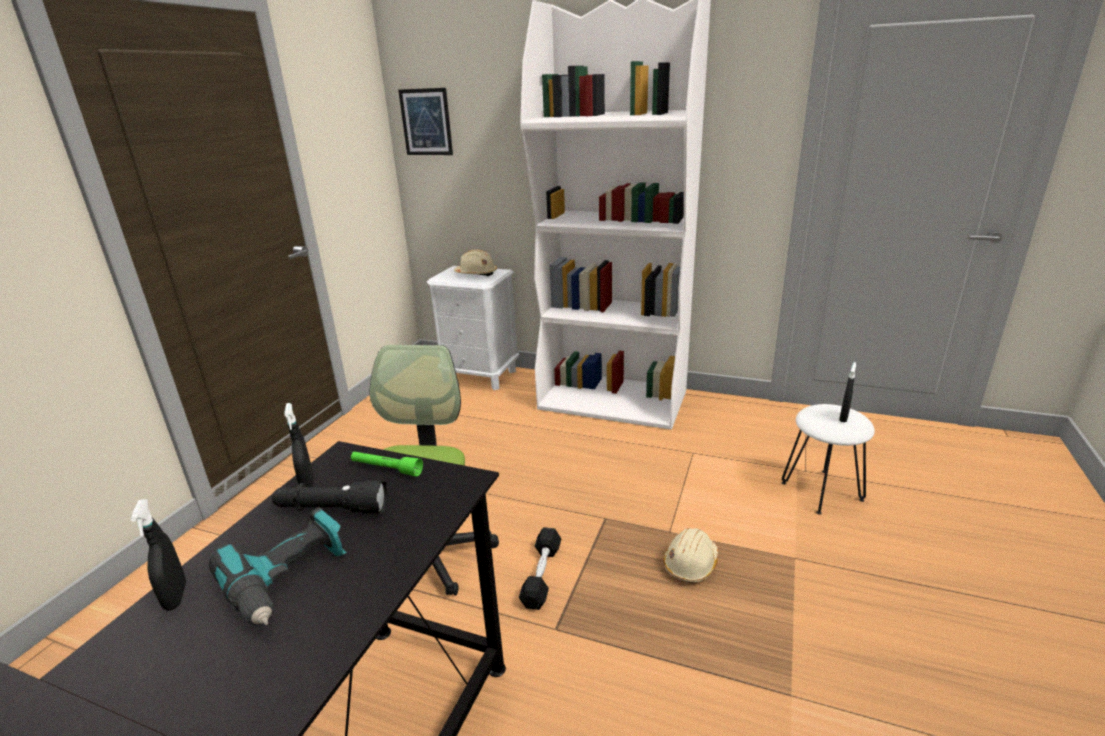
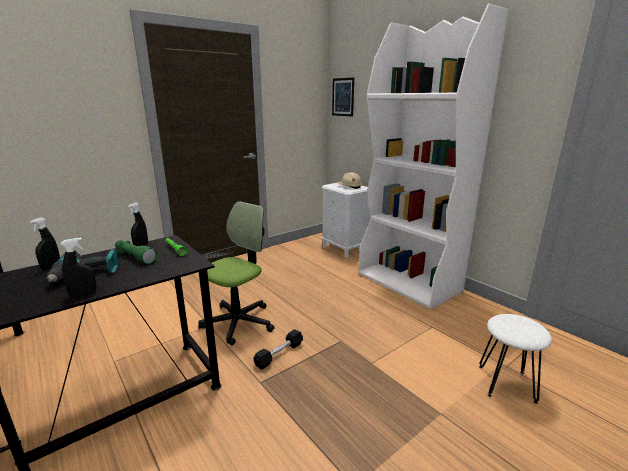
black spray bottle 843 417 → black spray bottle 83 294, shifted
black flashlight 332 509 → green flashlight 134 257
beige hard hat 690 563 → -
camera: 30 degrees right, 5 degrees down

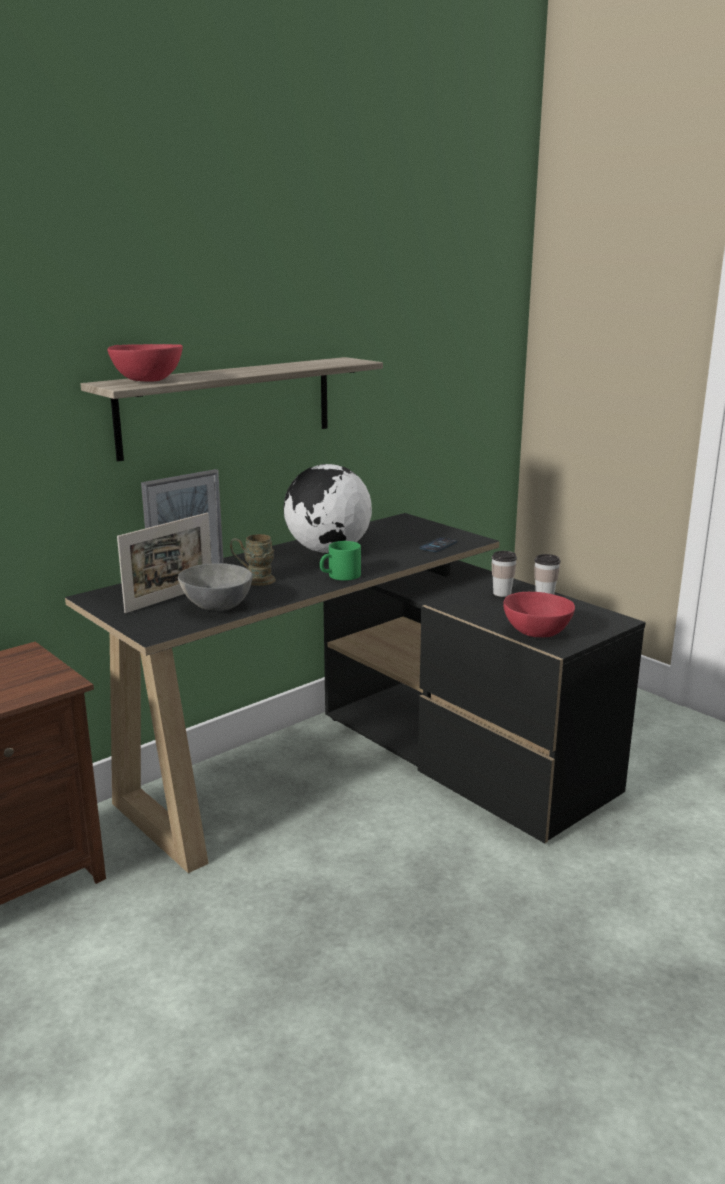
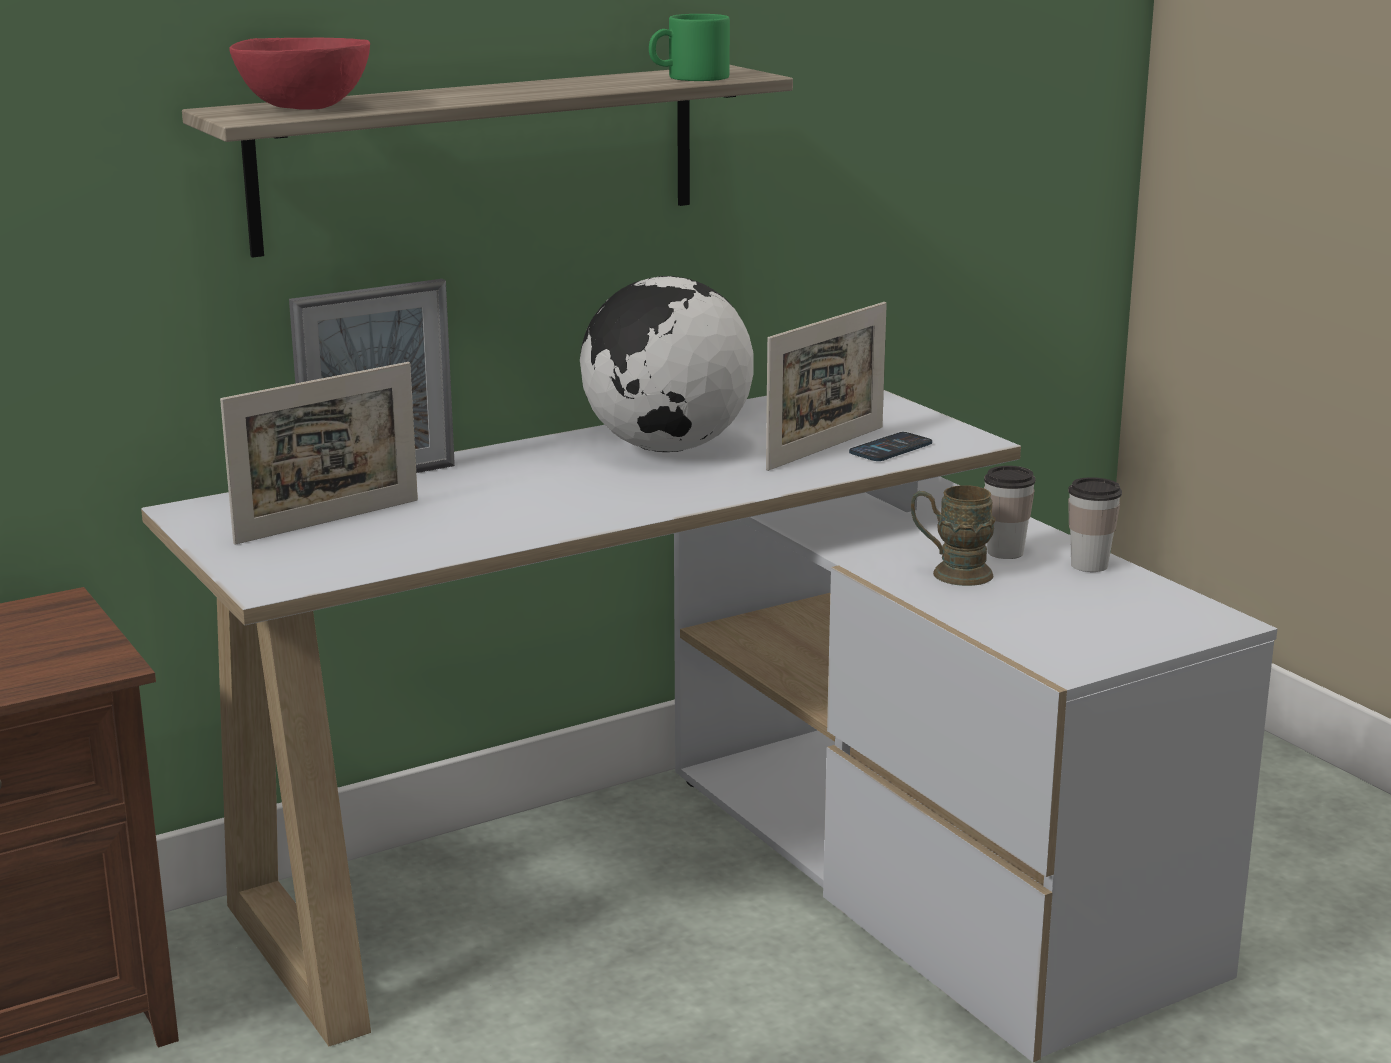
black desk 365 771 → white desk 721 888
brown mug 253 580 → brown mug 950 573, shifted
green mug 340 576 → green mug 689 78, shifted
grey bowl 216 606 → -
red bowl 535 632 → -
- → picture frame 826 448
camera: 10 degrees right, 0 degrees up

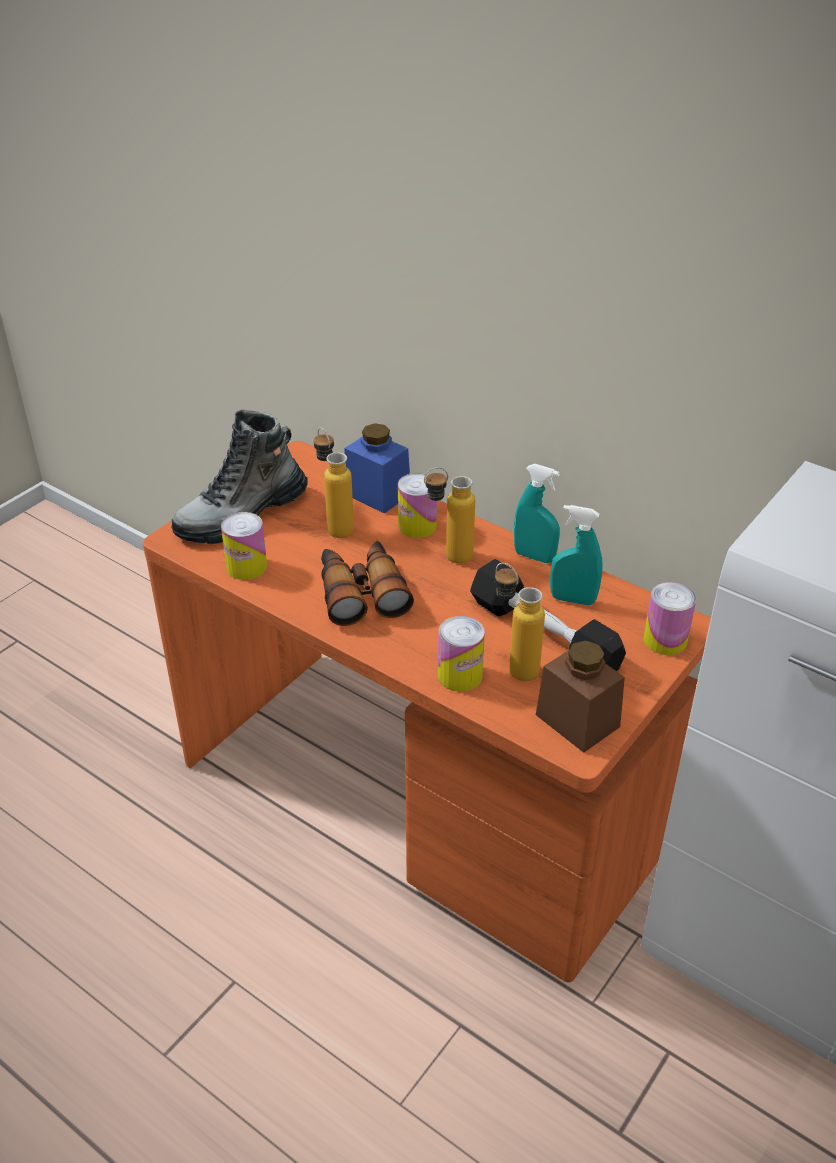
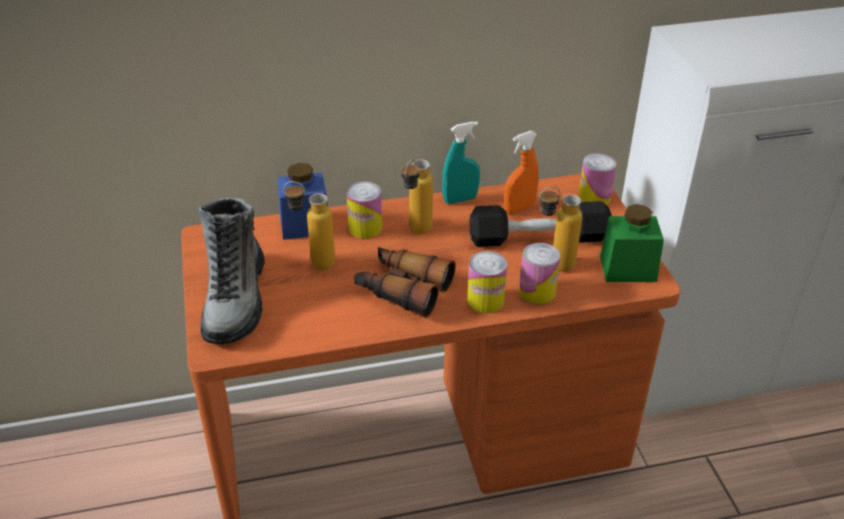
turquoise spray bottle 573 599 → orange spray bottle 519 209
can 246 567 → can 485 300, shifted
brown jar 577 720 → green jar 628 268
camera: 50 degrees left, 0 degrees up

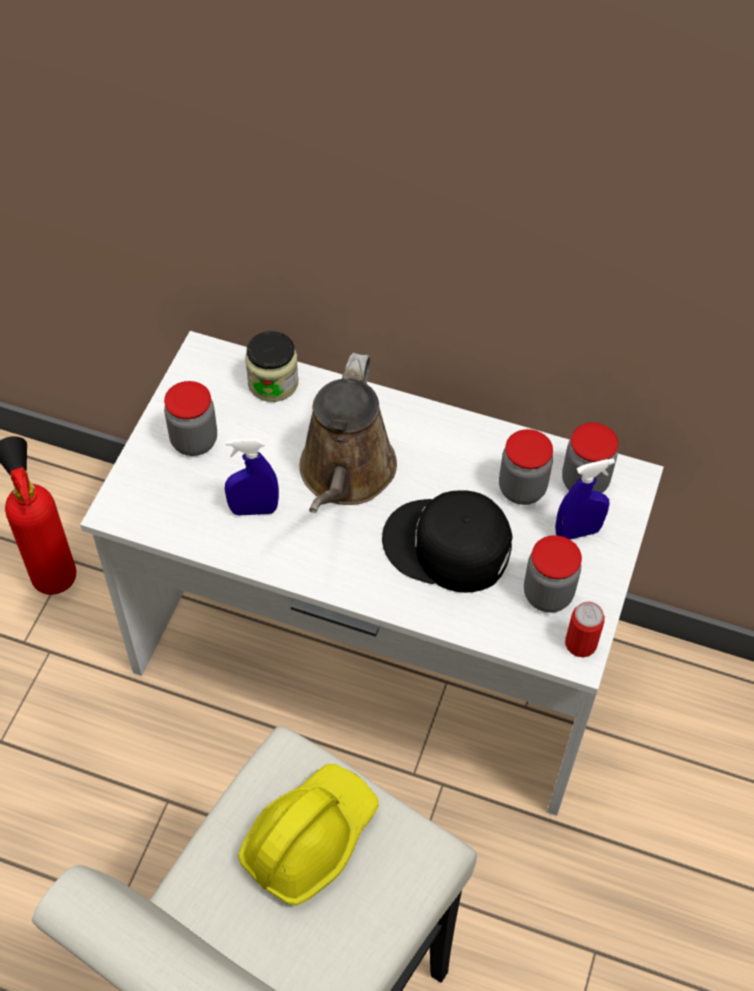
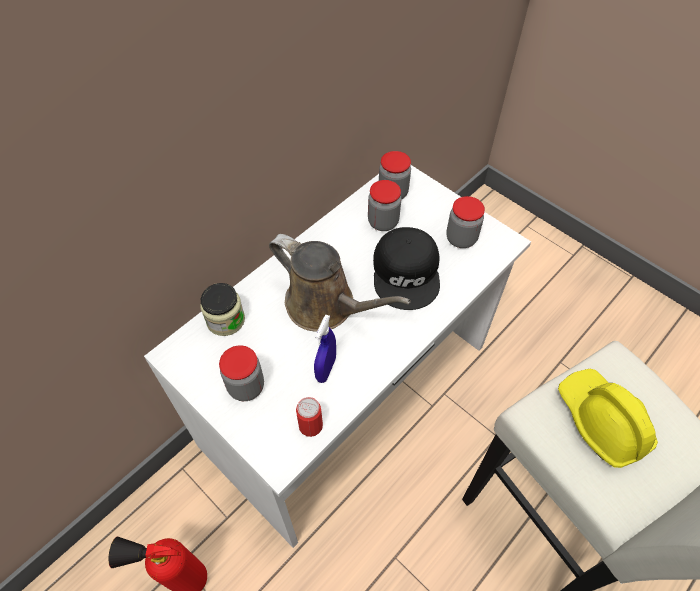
blue spray bottle 577 532 → -
black cap 447 547 → black cap 407 273, 45 degrees counterclockwise
can 580 644 → can 310 425, shifted
camera: 65 degrees left, 0 degrees up

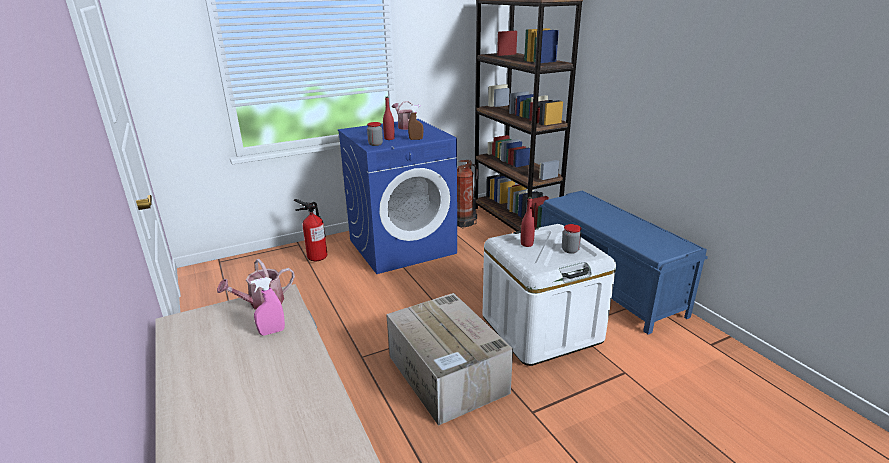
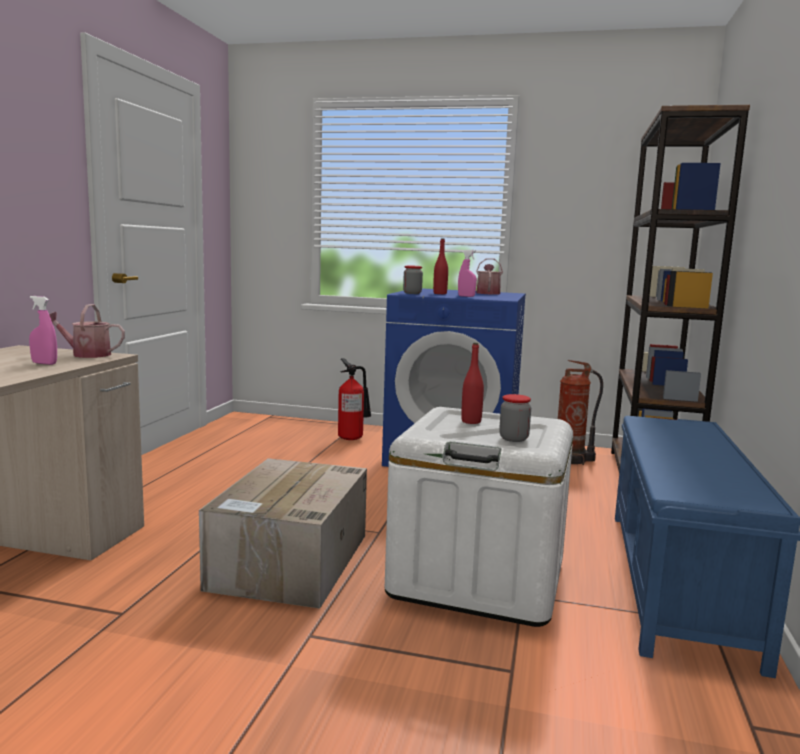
brown spray bottle 416 139 → pink spray bottle 466 296
camera: 40 degrees right, 15 degrees down

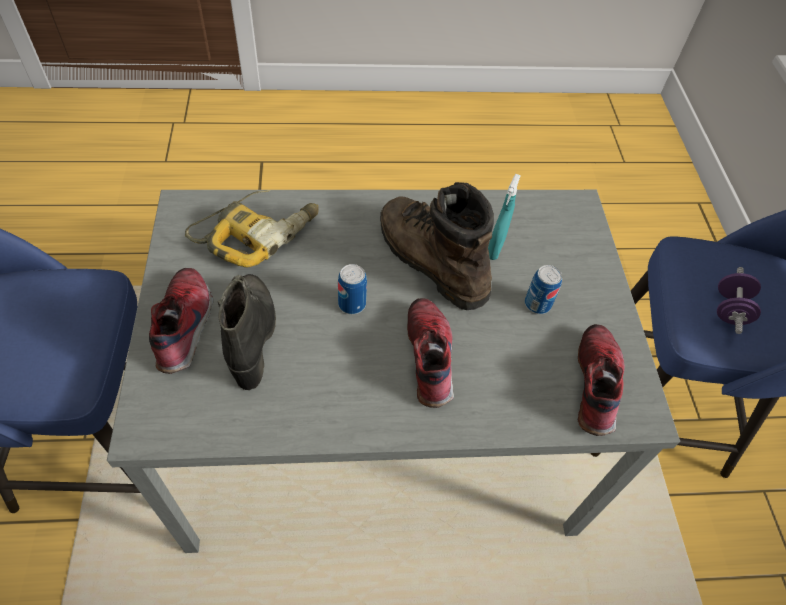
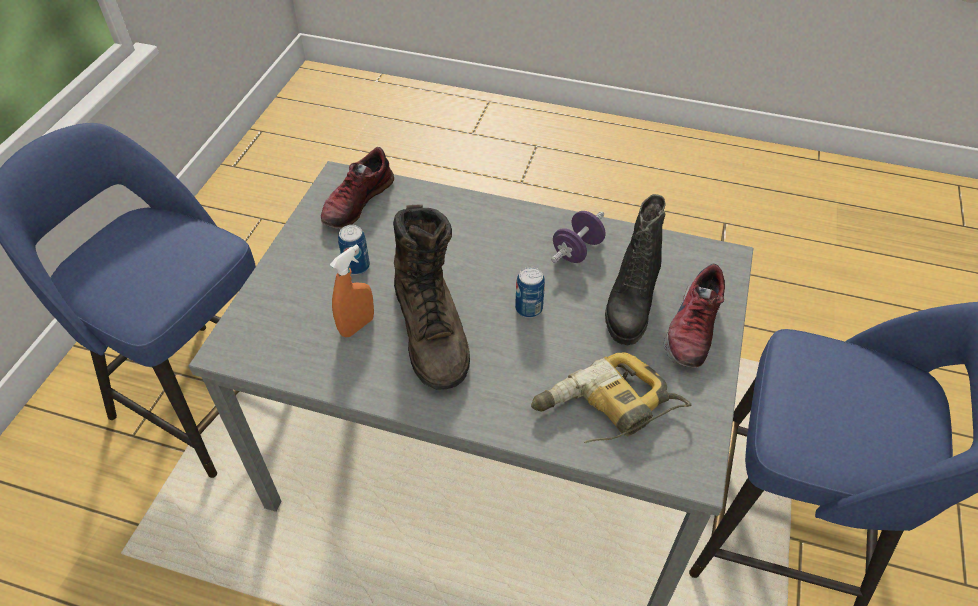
turquoise spray bottle 495 248 → orange spray bottle 357 326
purple dumbbell 729 310 → purple dumbbell 577 250, shifted
shoe 431 357 → -
camera: 155 degrees left, 5 degrees down

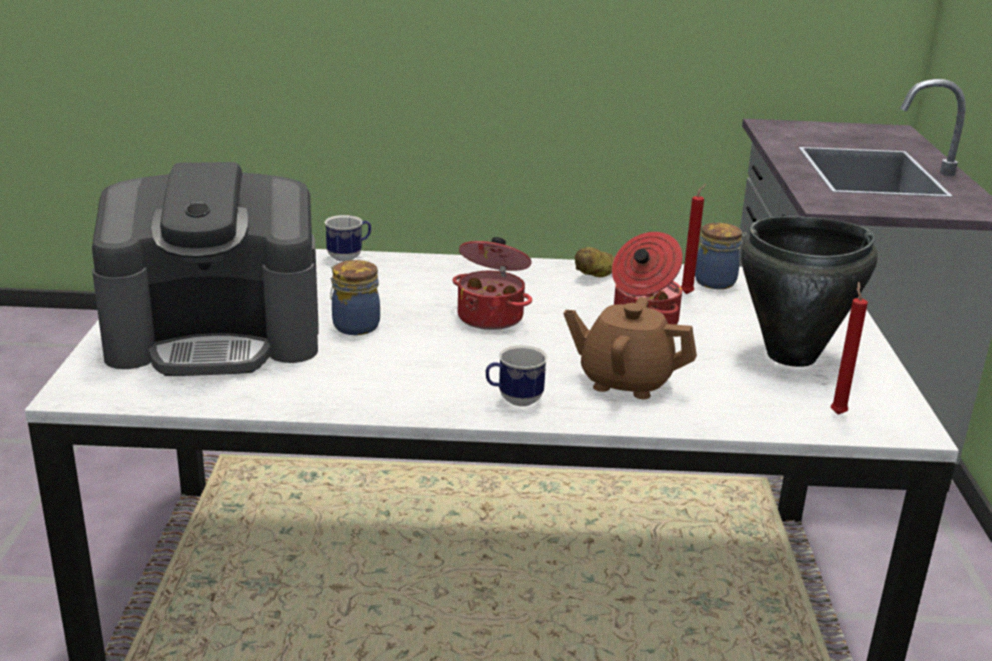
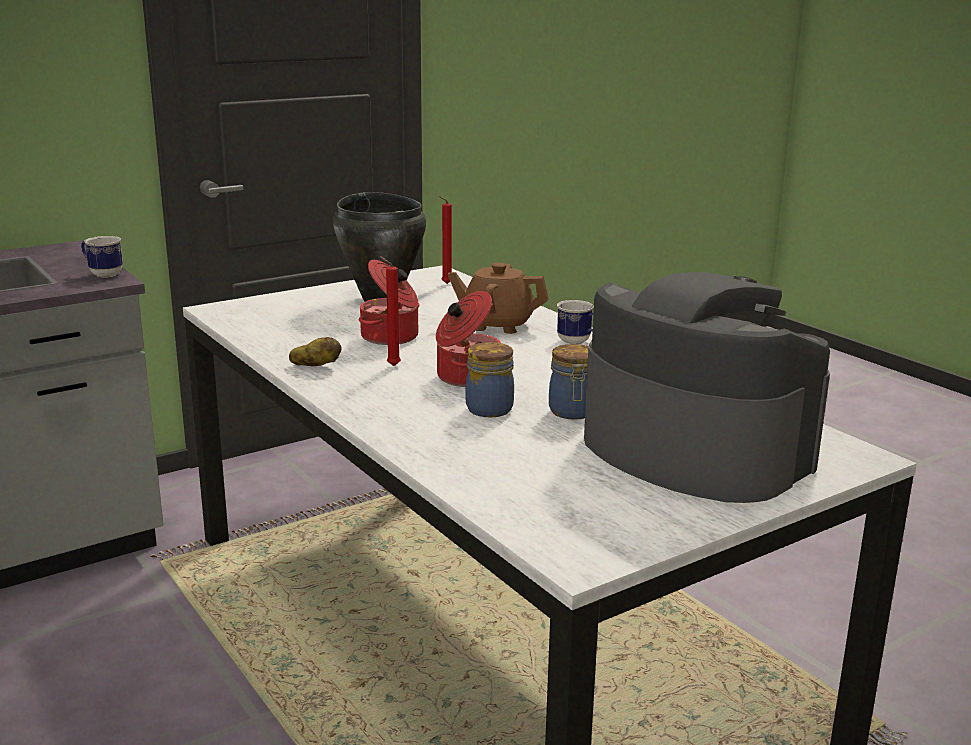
red candle 688 293 → red candle 391 366, shifted
mug 349 256 → mug 102 274, shifted
jar 717 282 → jar 487 408, shifted
brown teapot 625 381 → brown teapot 497 325, 120 degrees clockwise
camera: 125 degrees left, 5 degrees down

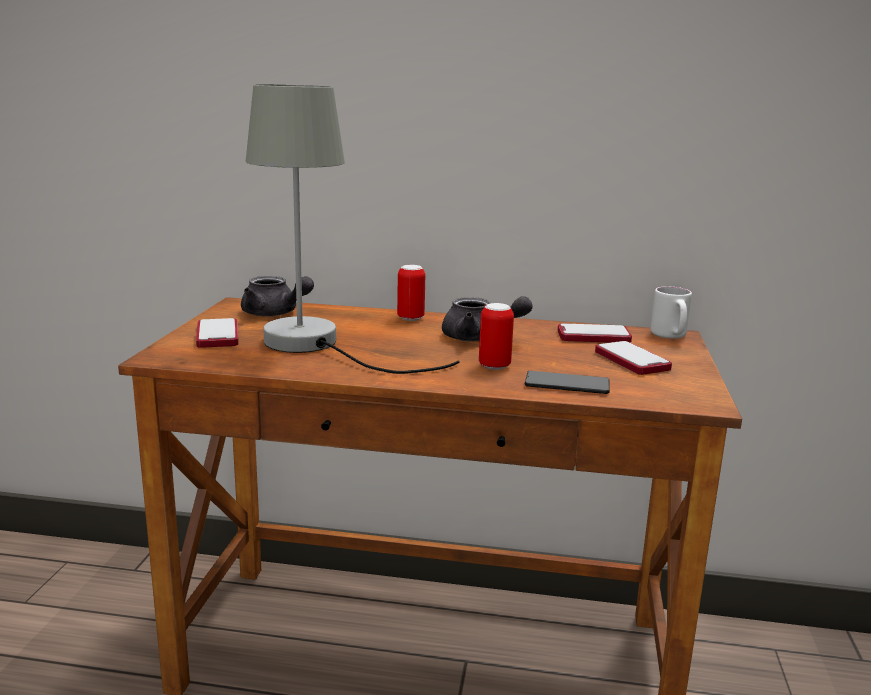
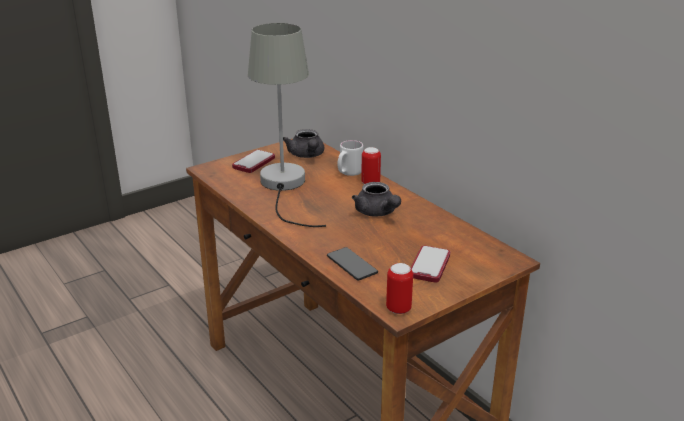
white mug 670 336 → white mug 348 173, shifted
can 494 366 → can 398 309, shifted
phone 593 336 → -
camera: 45 degrees right, 10 degrees up

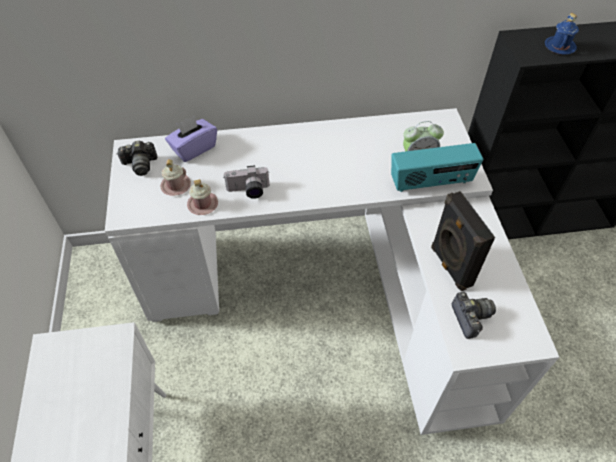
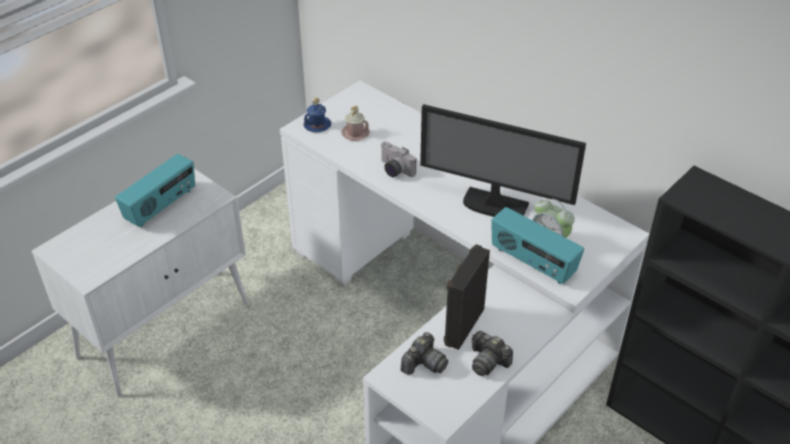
blue mug 559 47 → blue mug 317 125, shifted
purple tissue box 194 148 → -
photo camera 140 164 → photo camera 488 361, shifted
pink mug 203 204 → -
- → monitor 494 206
- → radio 161 206
camera: 50 degrees right, 10 degrees down

